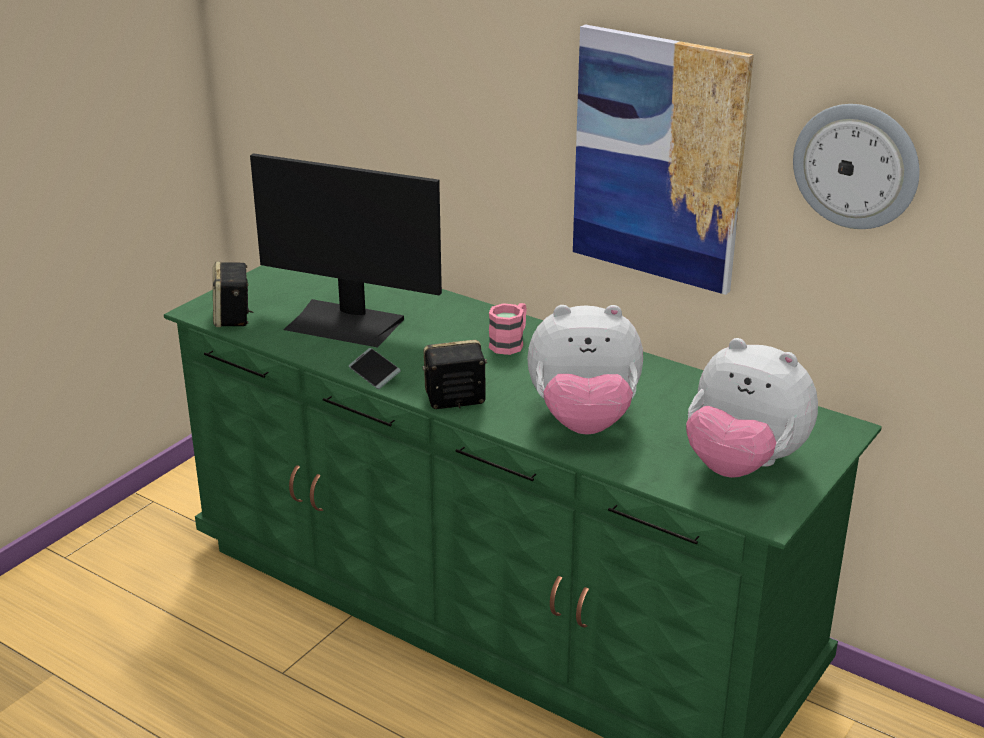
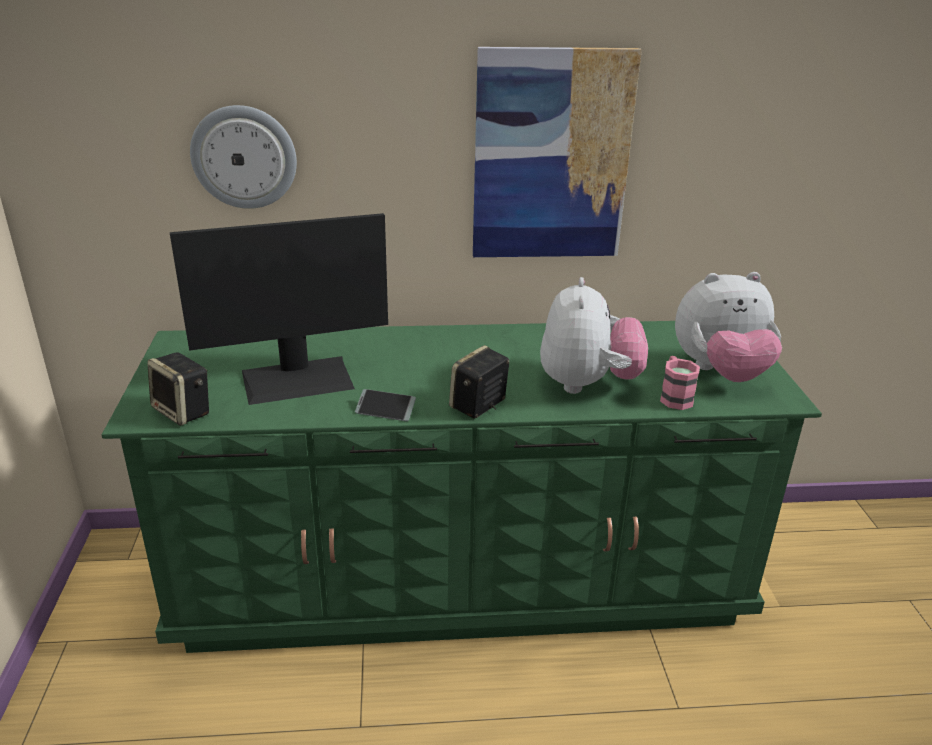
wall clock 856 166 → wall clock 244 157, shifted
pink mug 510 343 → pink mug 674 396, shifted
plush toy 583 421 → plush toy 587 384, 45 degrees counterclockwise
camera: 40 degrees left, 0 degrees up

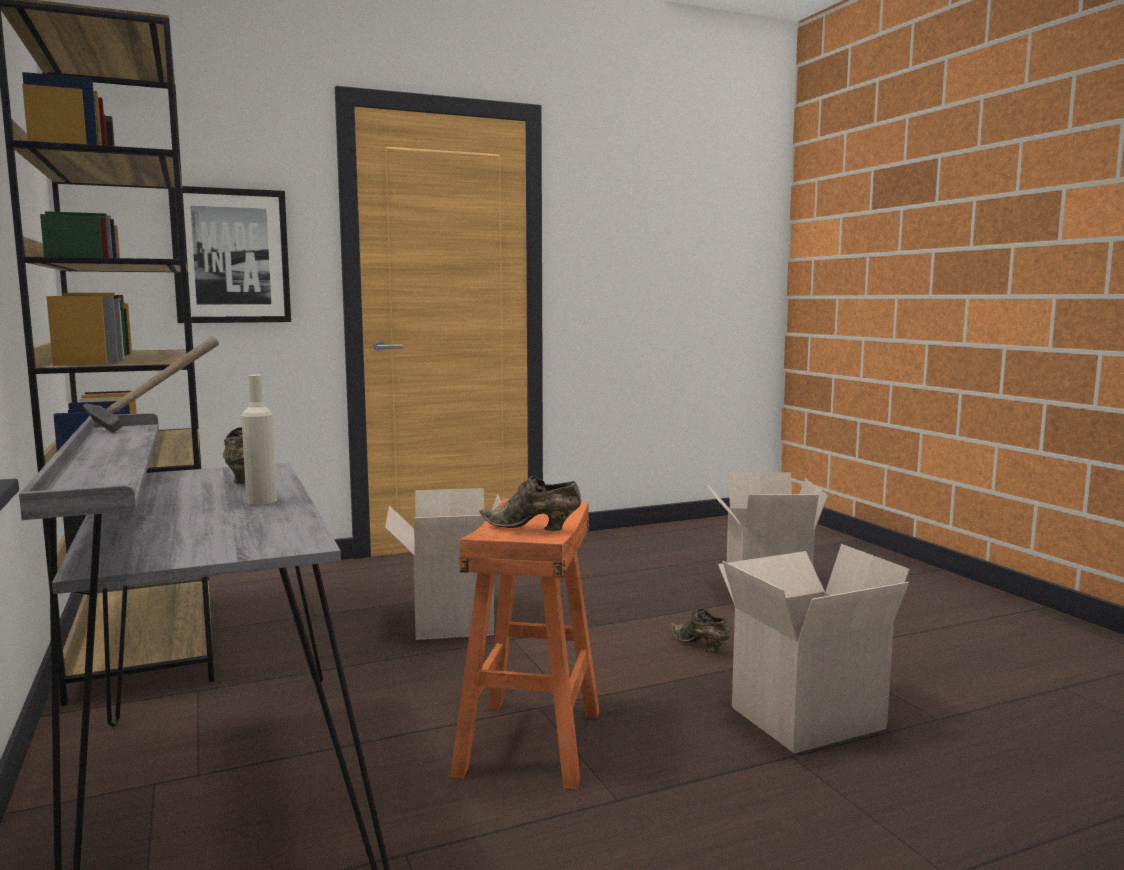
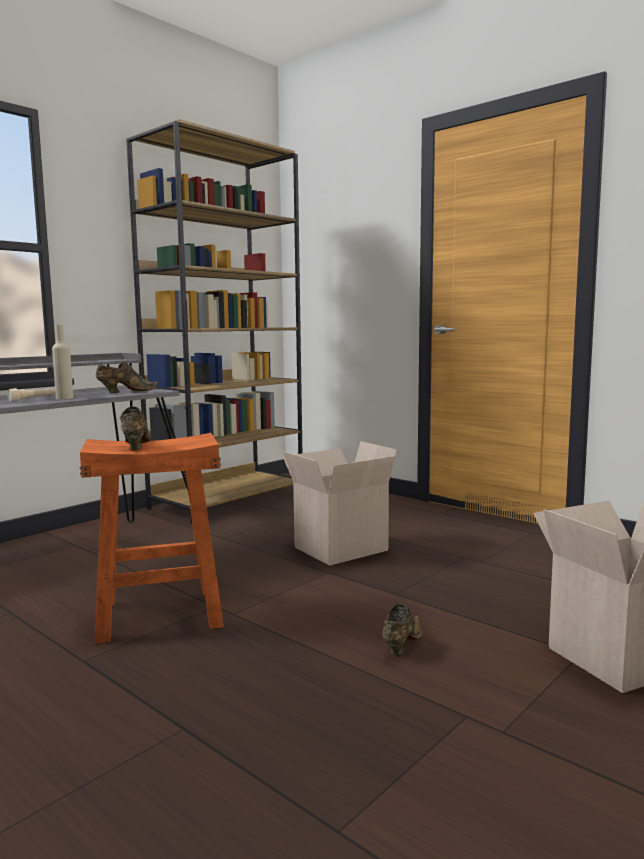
picture 231 256 → -
hammer 154 425 → -
cardboard box 806 715 → -
- → beige flashlight 34 398
camera: 65 degrees right, 0 degrees up

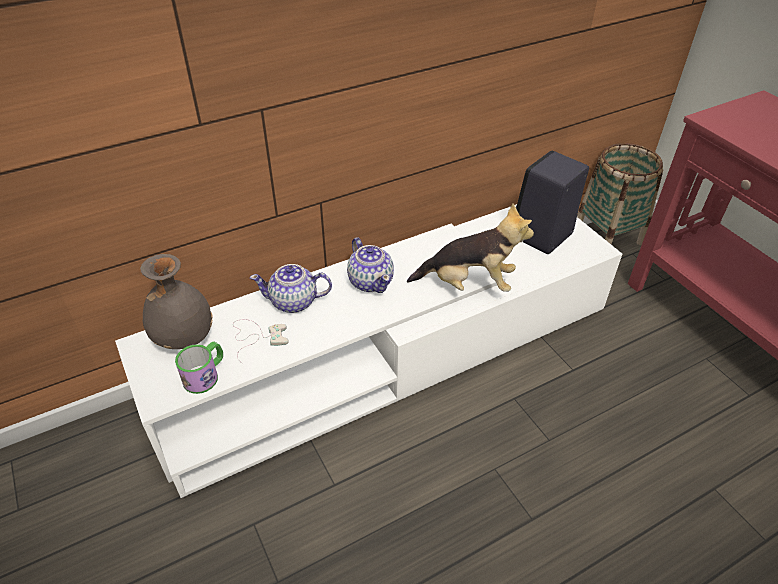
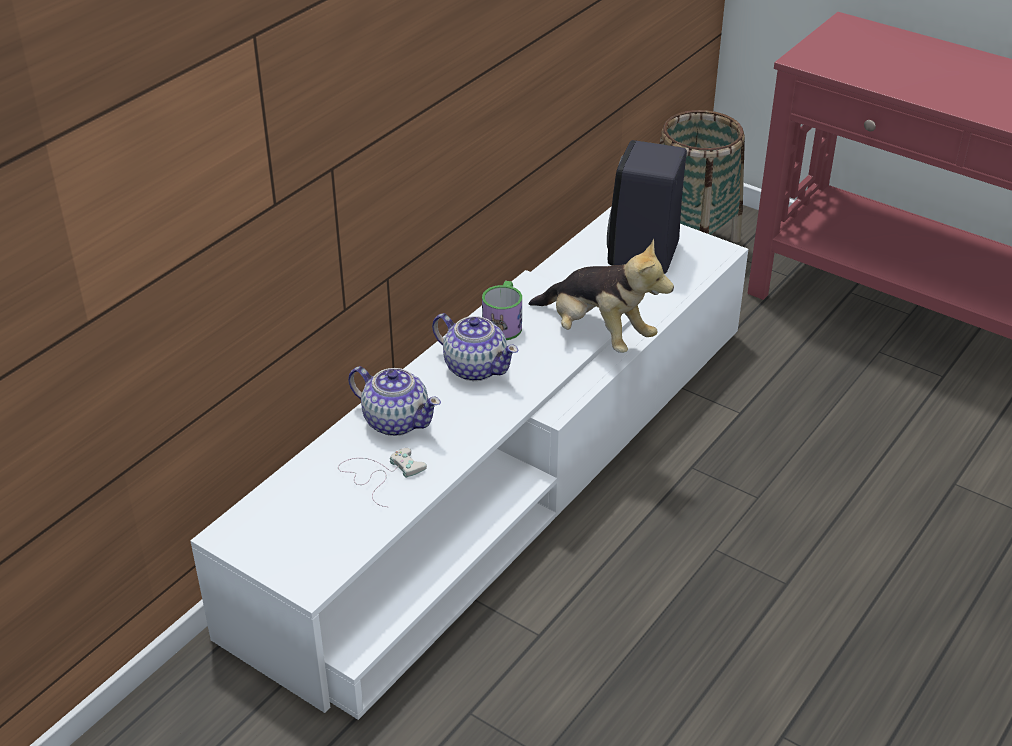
plush toy 469 284 → plush toy 597 334, 60 degrees clockwise
grey vase 183 337 → -
teapot 294 302 → teapot 396 421, 120 degrees counterclockwise
mug 205 375 → mug 503 323, shifted
camera: 25 degrees left, 5 degrees down

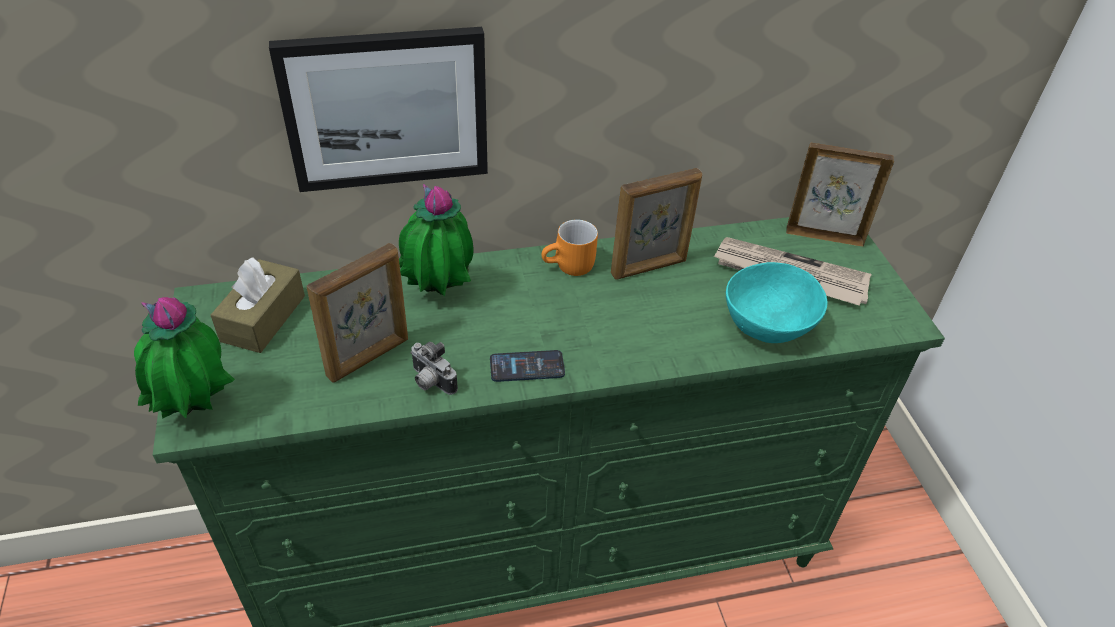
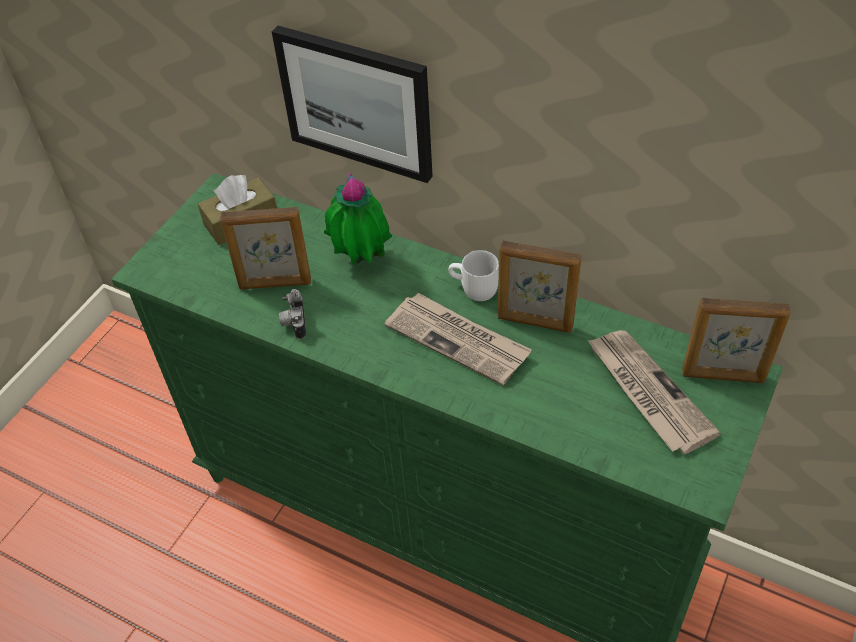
picture frame 823 236 → picture frame 723 376, 135 degrees clockwise
orange mug 570 268 → white mug 473 290
turquoise bowl 769 326 → -
potted plant 197 412 → -
phone 527 367 → -
- → newspaper 458 340
camera: 45 degrees right, 5 degrees up

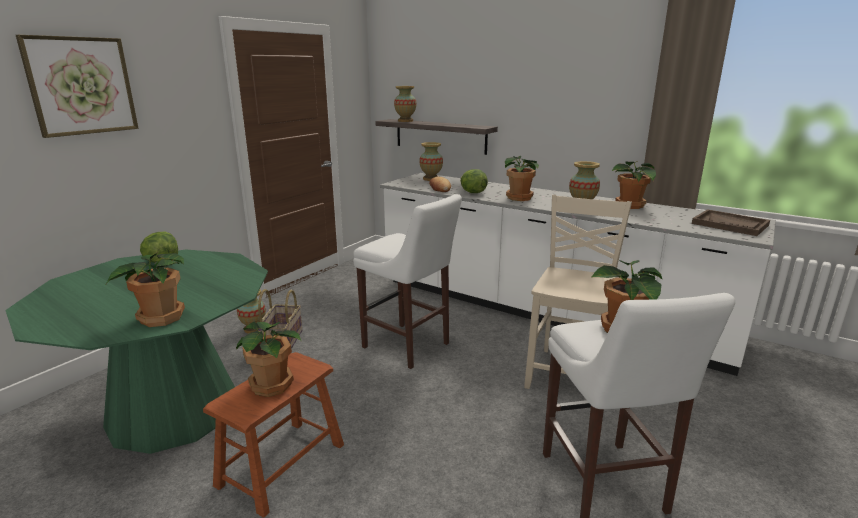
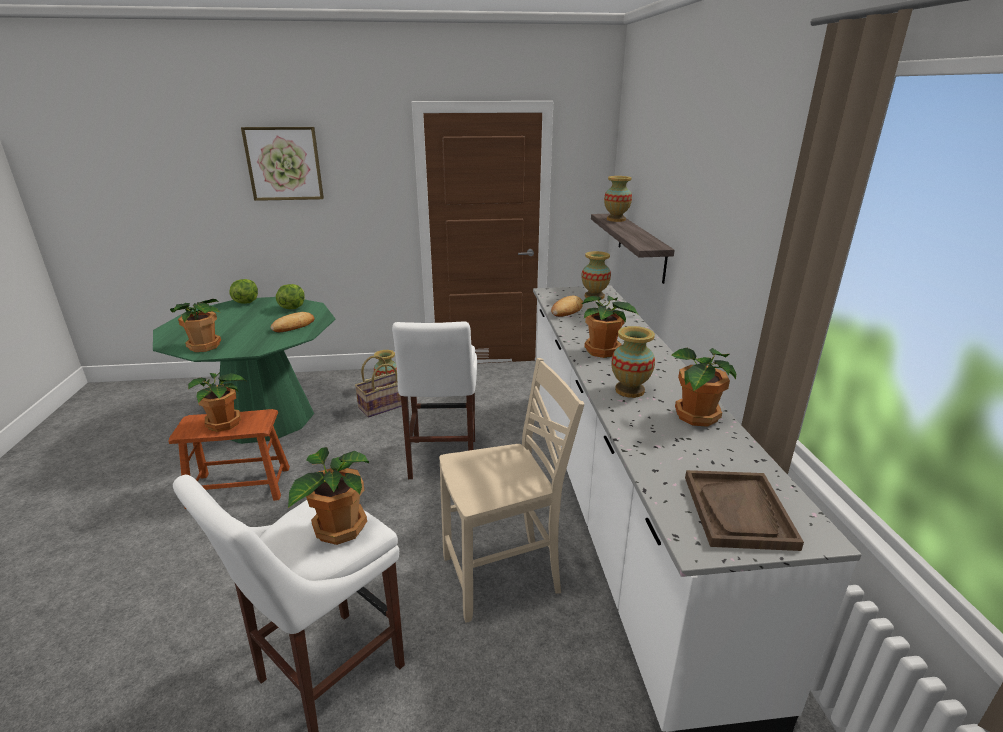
lettuce 472 193 → lettuce 246 302, shifted
- → bread 293 326
camera: 50 degrees right, 5 degrees up

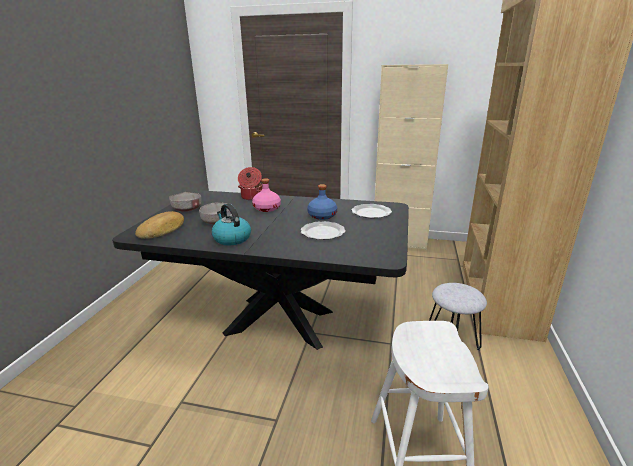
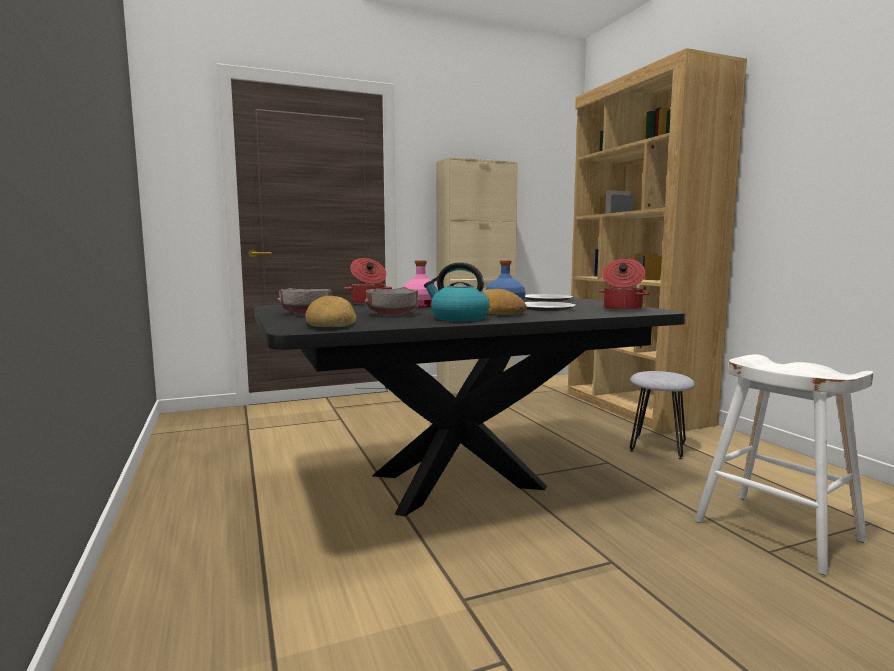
- → cooking pot 622 309
- → bread 496 312
camera: 35 degrees left, 15 degrees down

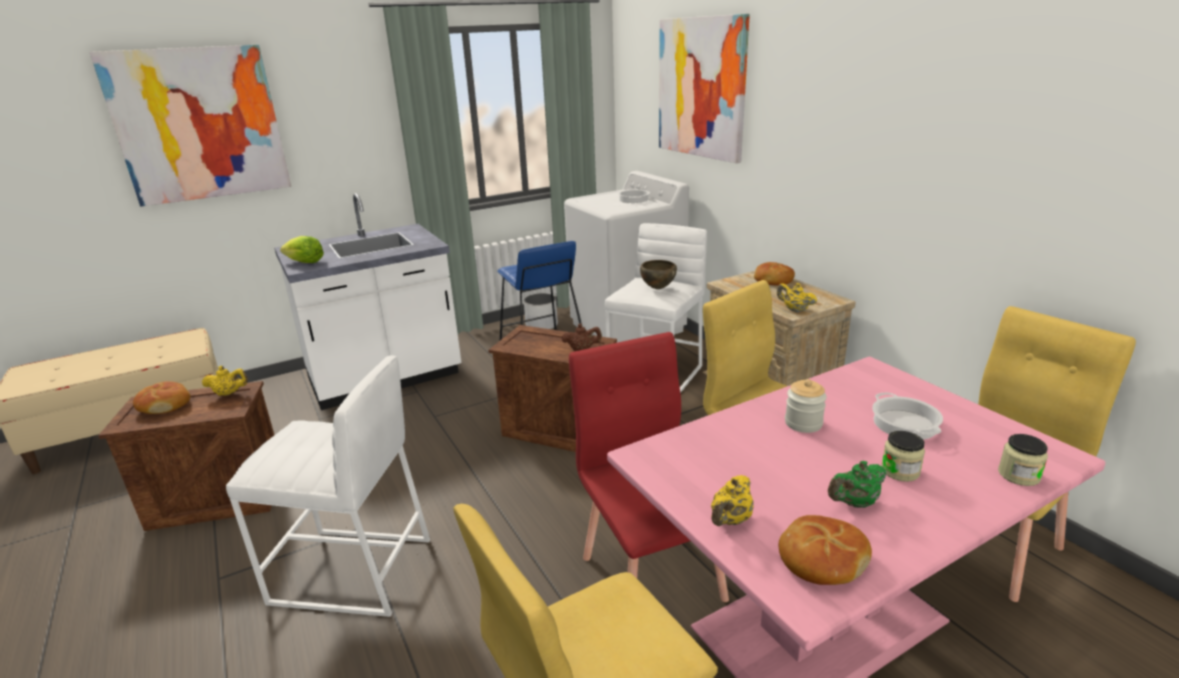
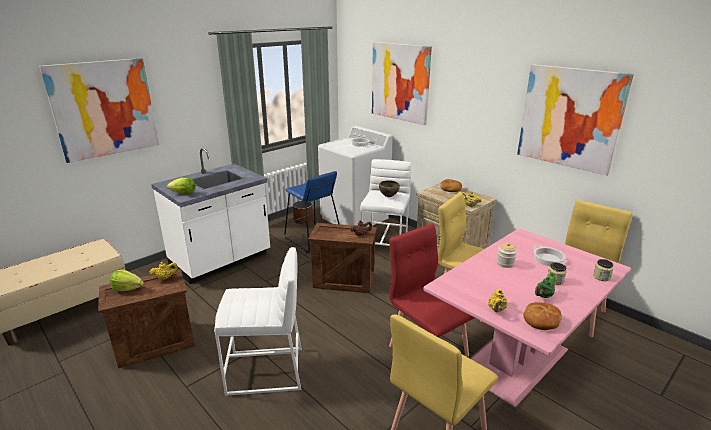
white planter 542 326 → brown planter 303 220
bread 164 405 → lettuce 127 289
- → picture 570 118
camera: 15 degrees left, 0 degrees up

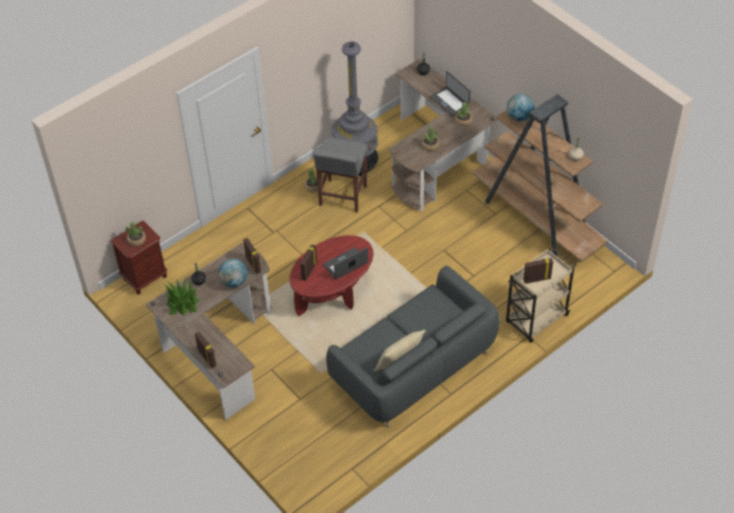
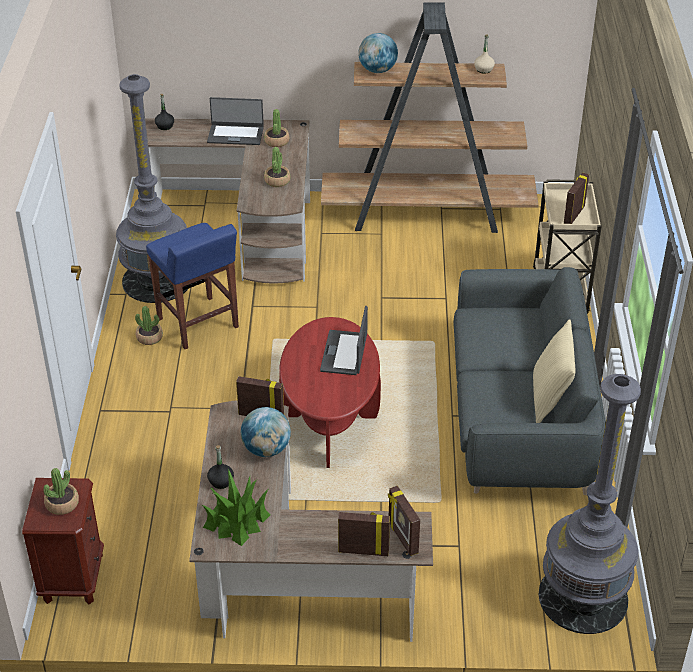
grey stool 342 196 → blue stool 198 324
picture frame 309 271 → picture frame 402 538, shifted
- → grey floor lamp 583 597
camera: 50 degrees left, 10 degrees down

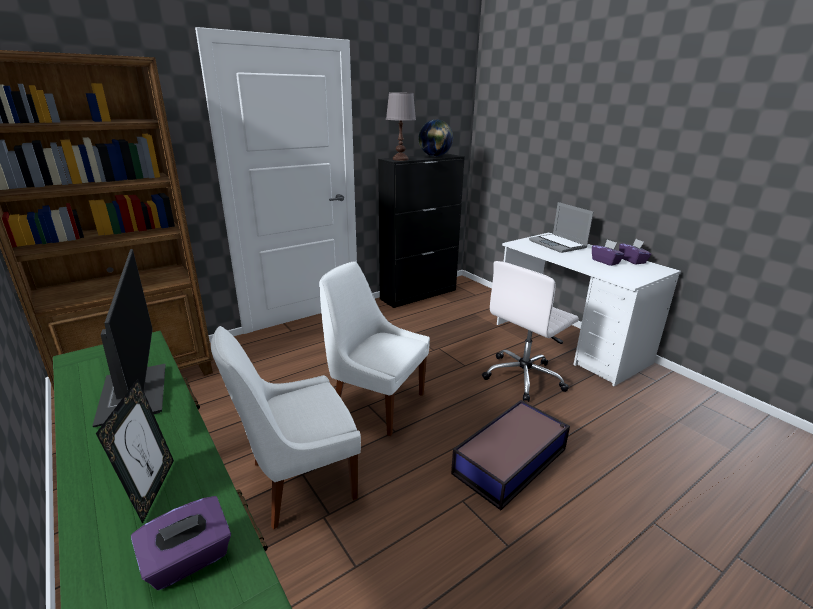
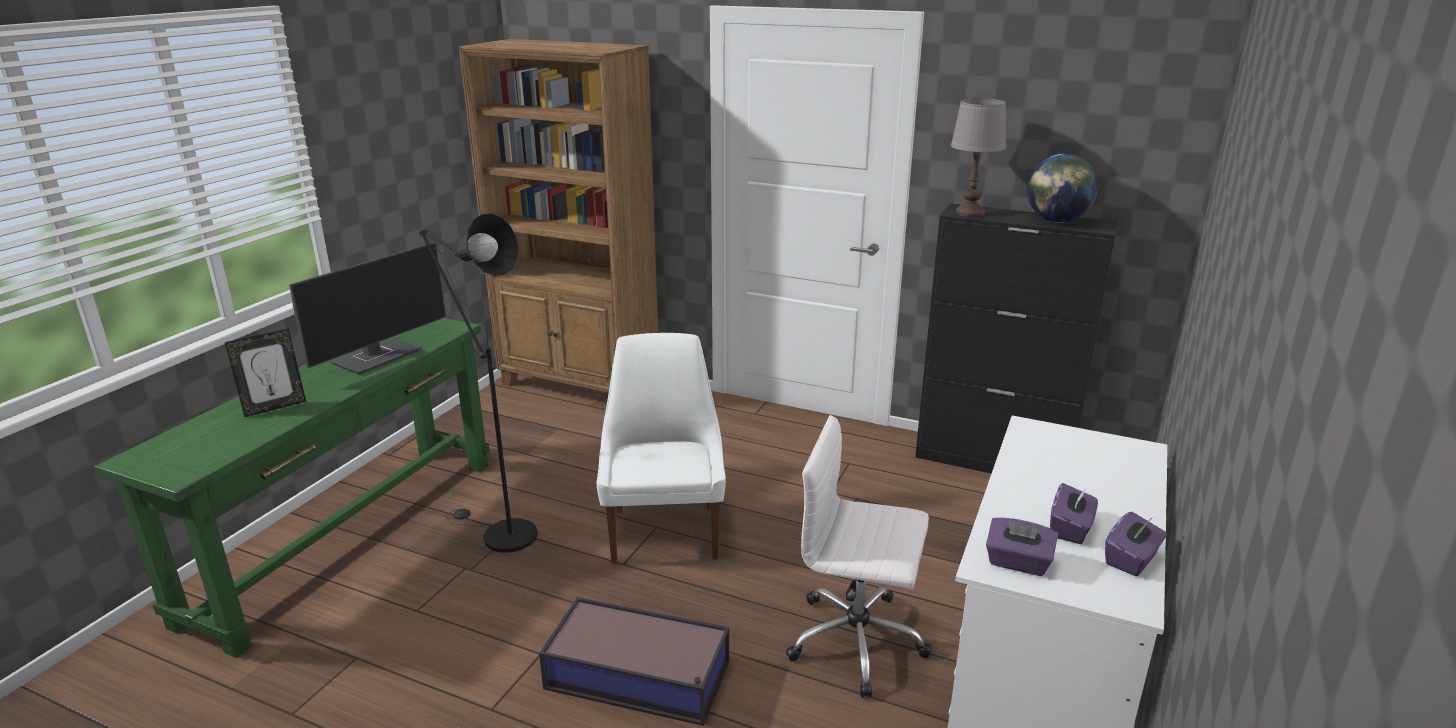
laptop 558 244 → -
white chair 298 481 → black floor lamp 501 534
purple tissue box 189 559 → purple tissue box 1017 563, shifted
camera: 60 degrees right, 0 degrees up

